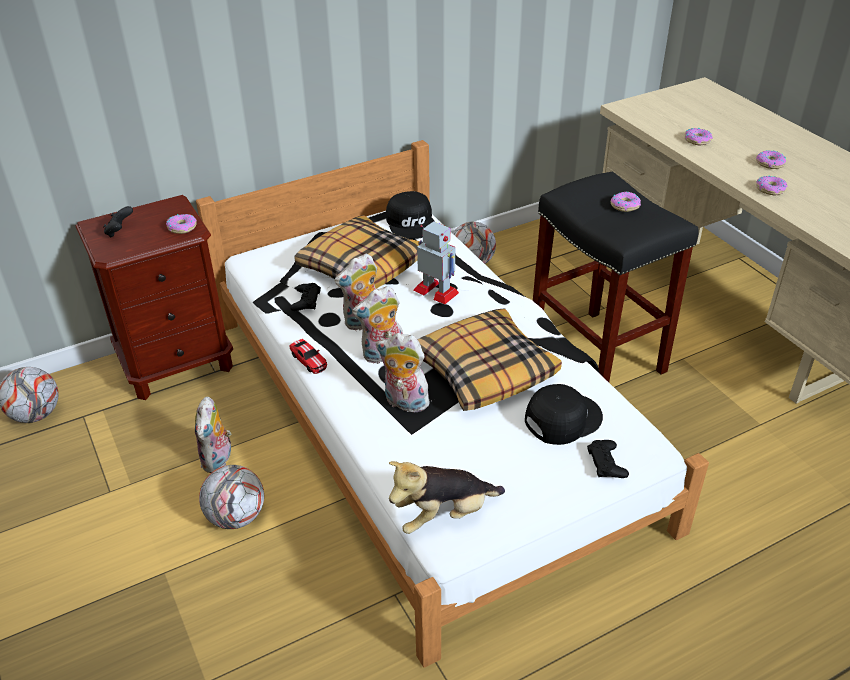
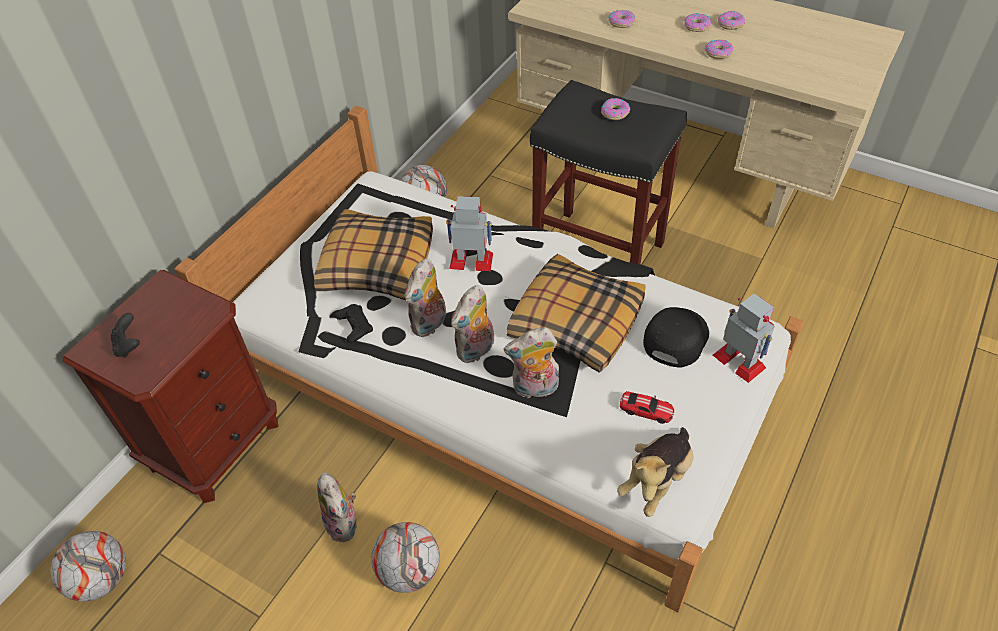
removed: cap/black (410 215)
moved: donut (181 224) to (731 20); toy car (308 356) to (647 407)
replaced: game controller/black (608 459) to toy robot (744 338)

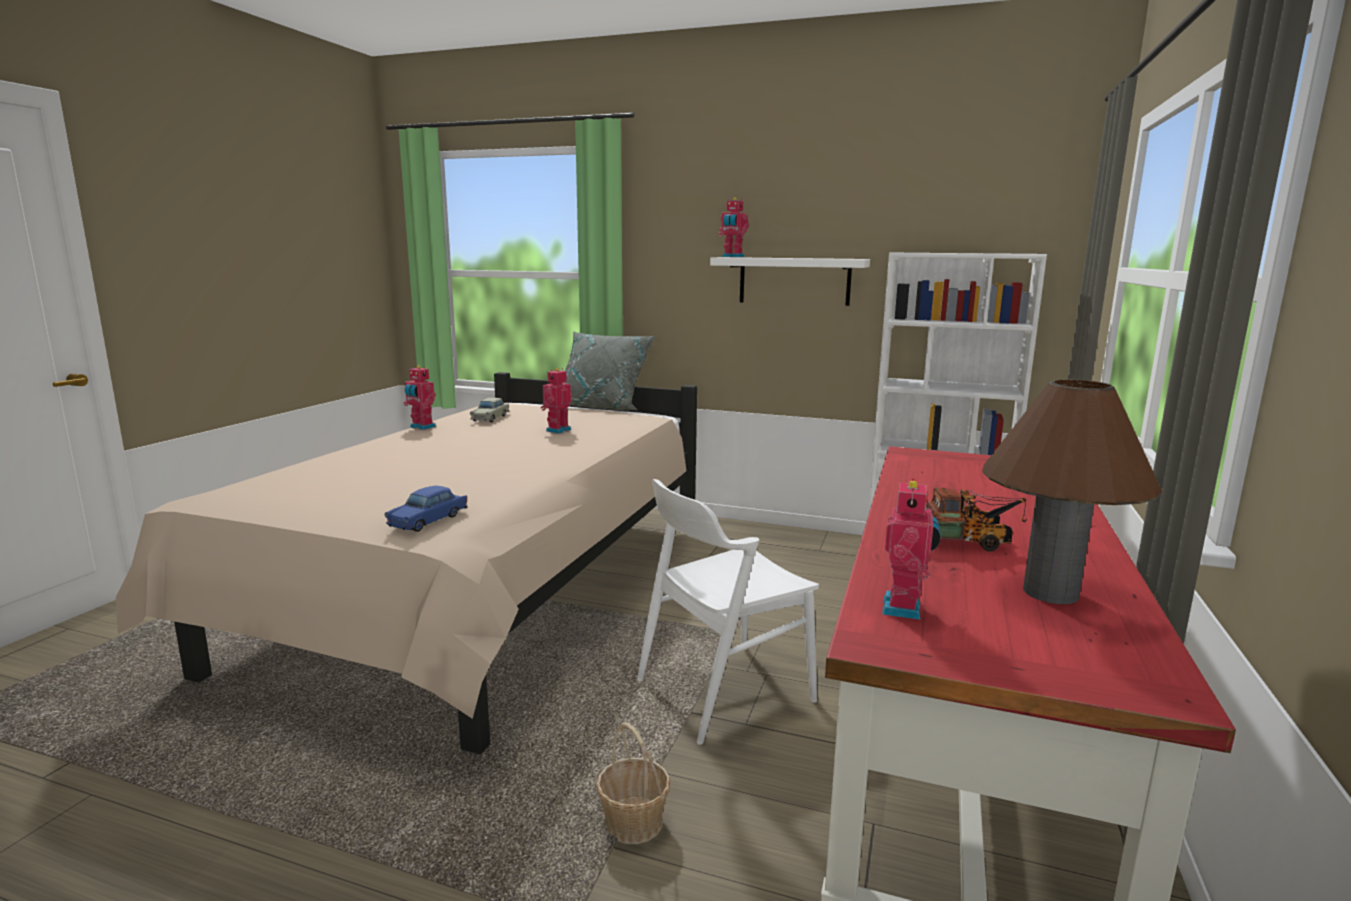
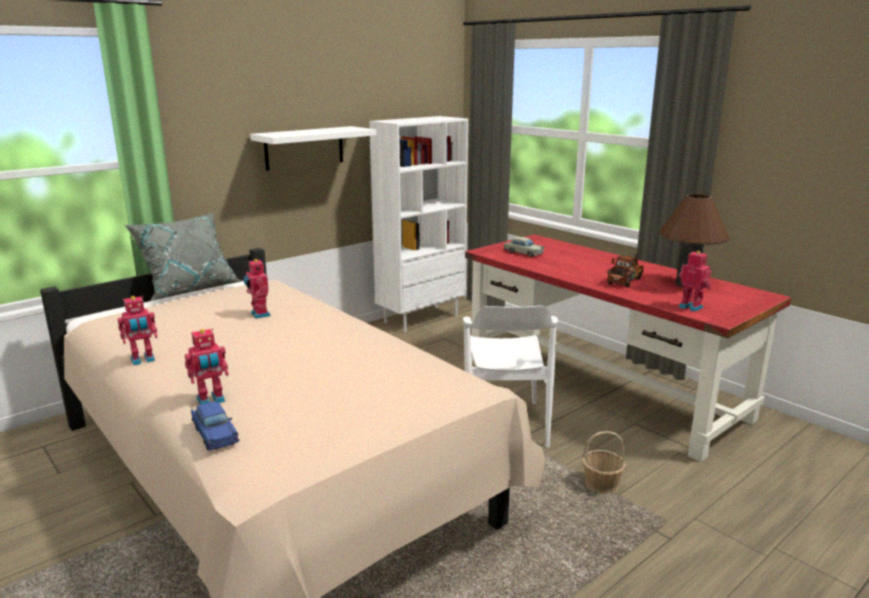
moved: toy car/blue (426 509) to (215 425); toy car/beige (489 410) to (524 247); toy robot (734 227) to (207 366)

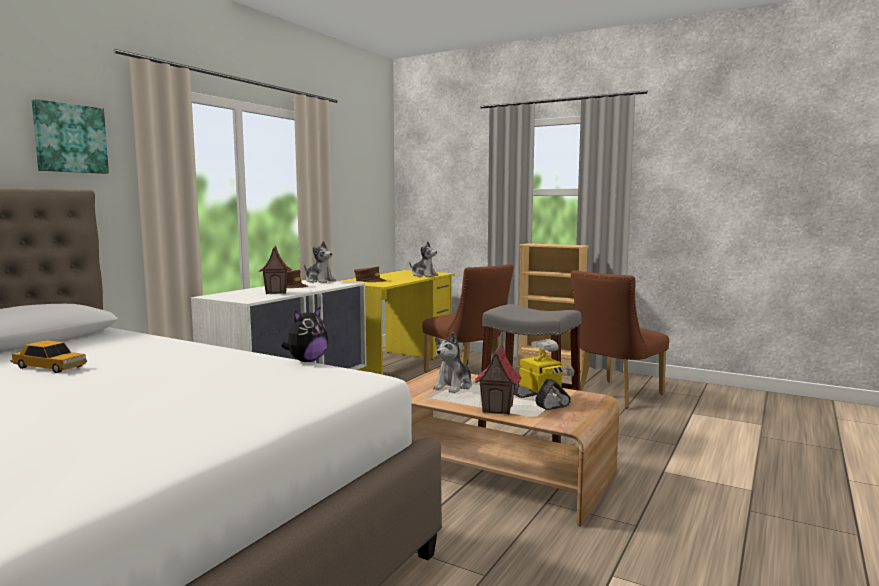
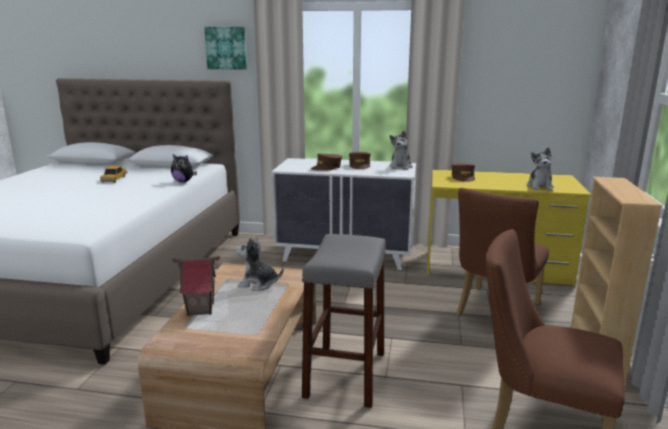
removed: toy robot (544 374)
moved: plush toy (304 334) to (184 168)
replaced: toy house (275 269) to cap/brown (326 162)

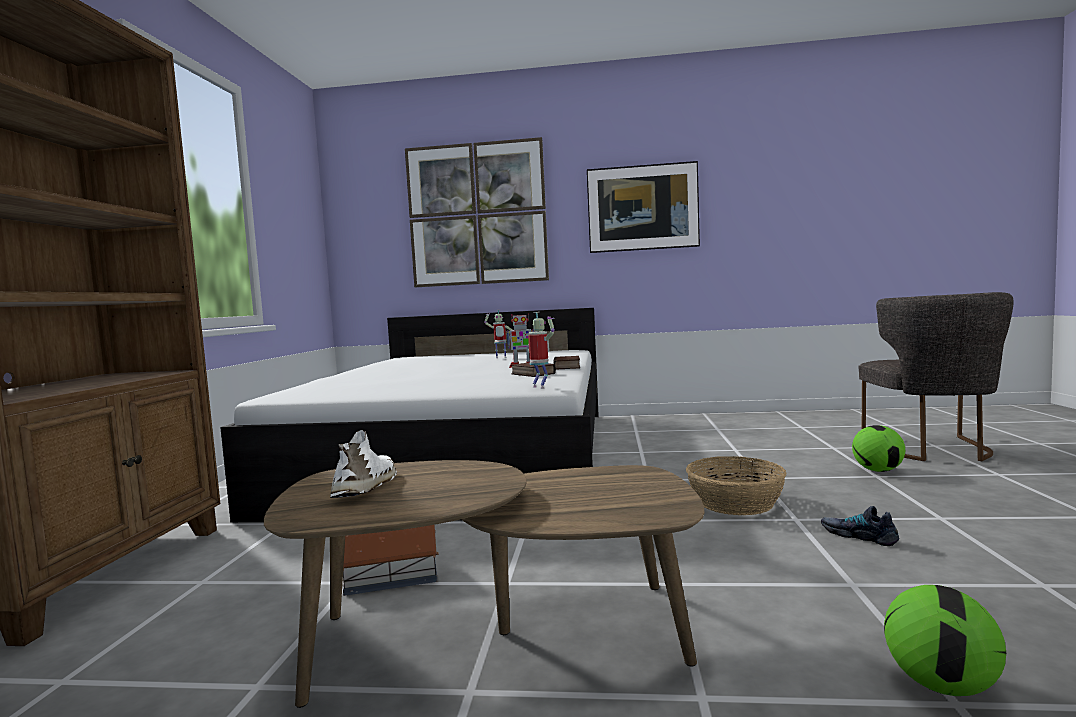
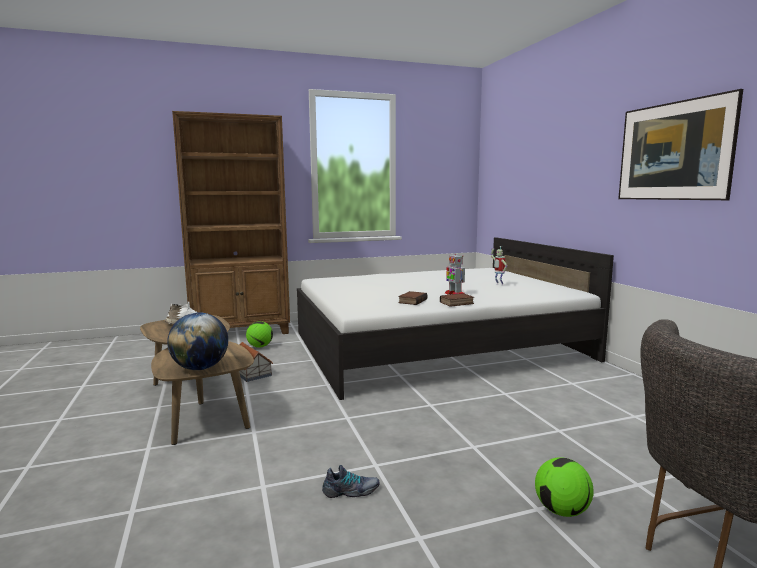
removed: picture (477 212); toy robot (541 350); basket (736 485)
added: globe (197 341)
moved: football (945 640) to (259 334)
turned: shoe (860 526) = (351 481) 60 degrees clockwise

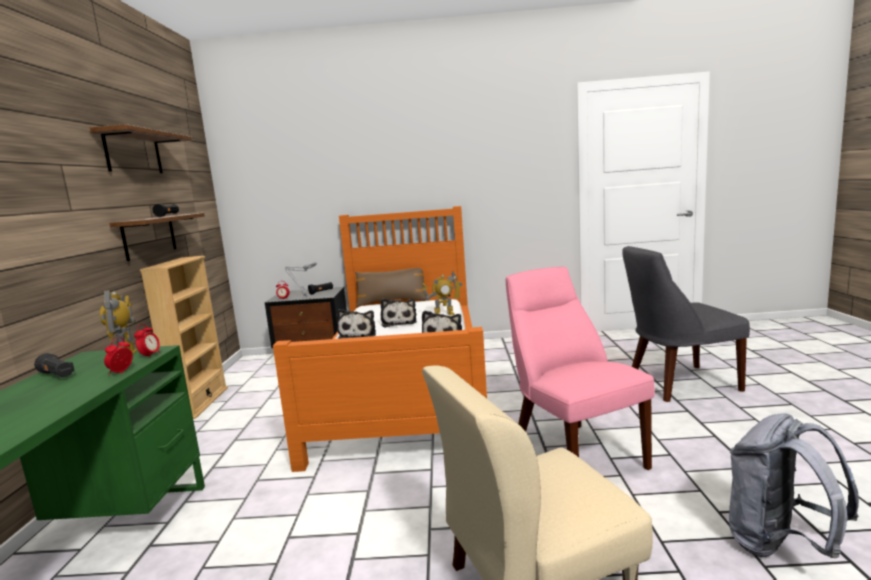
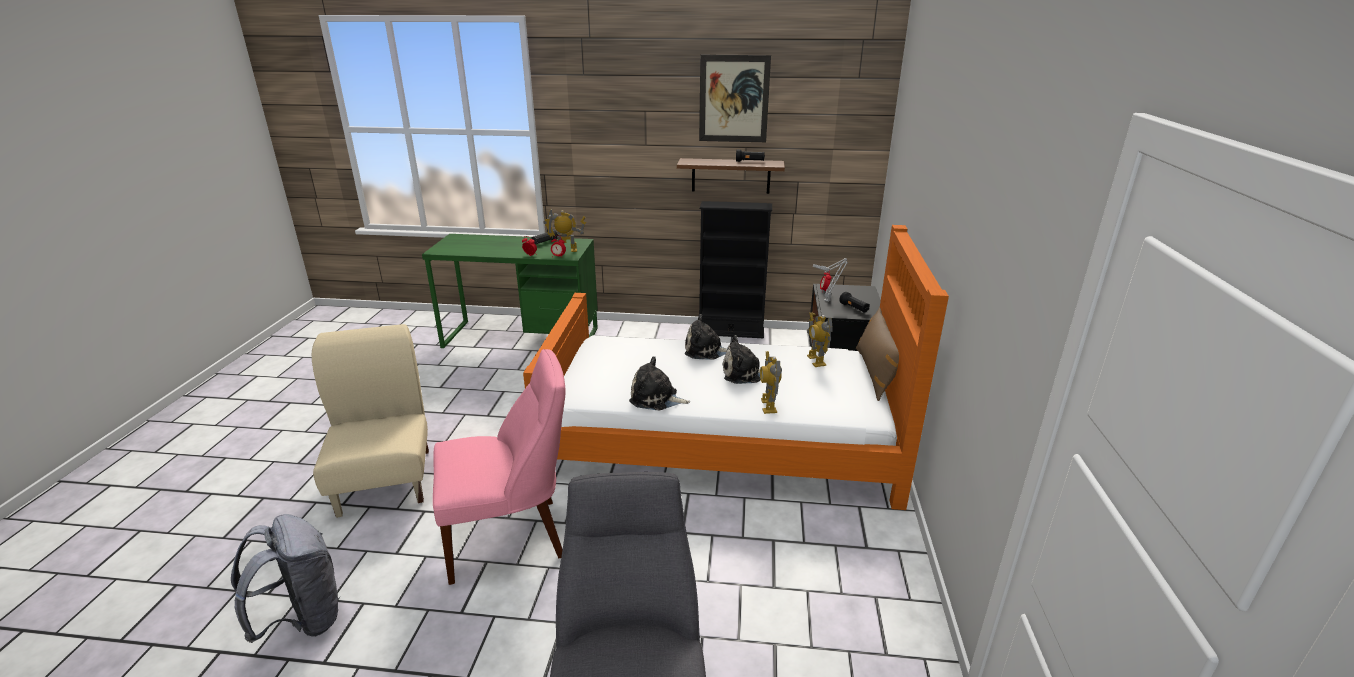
added: toy robot (820 339)
replaced: shelf (141 148) to picture (735 98)
recoloured: bookcase/beige (184 337) to bookcase/black (735 269)

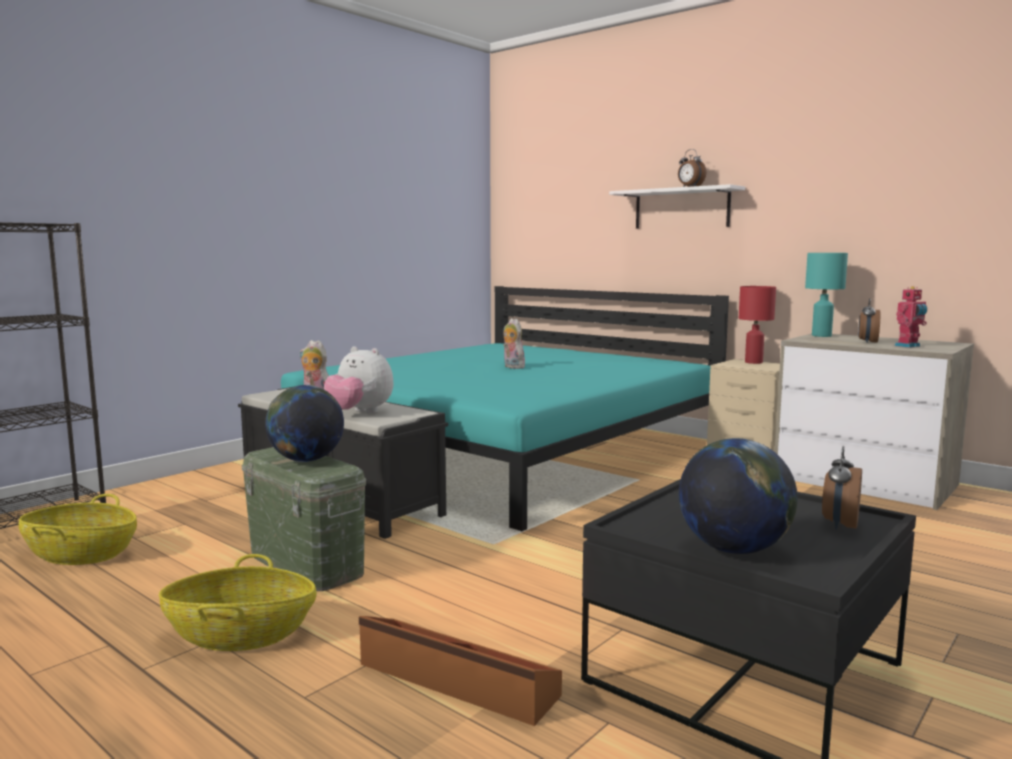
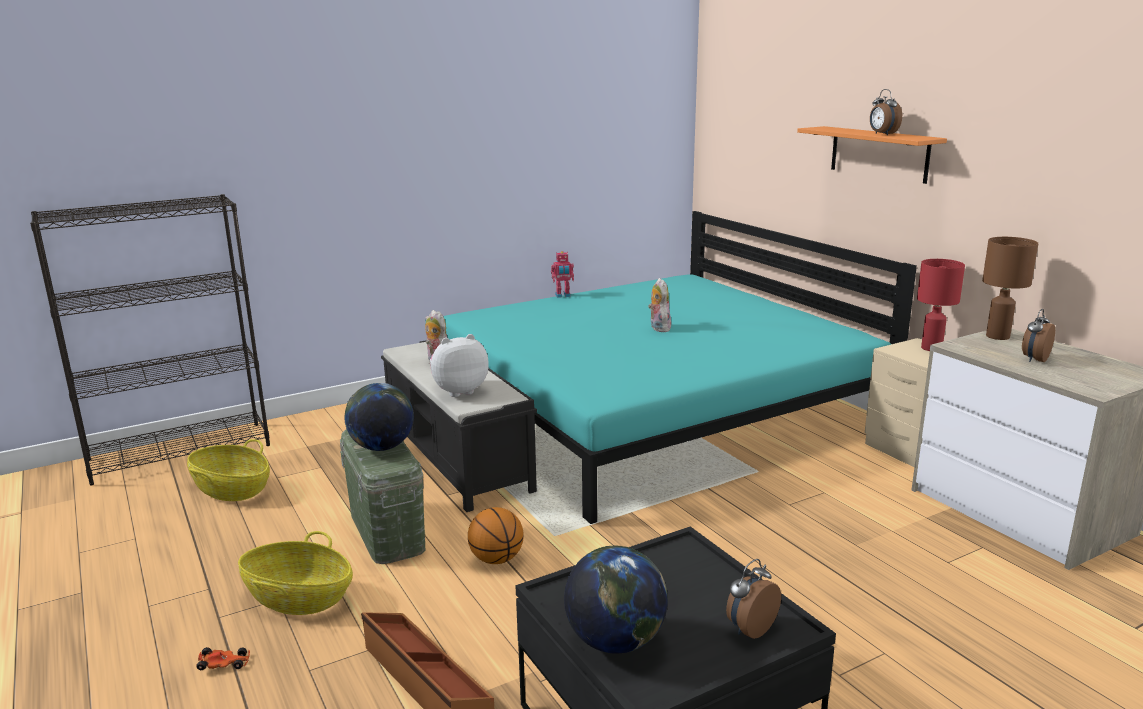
added: toy car (223 658); basketball (496 535)
moved: toy robot (911 317) to (562 274)
recoloured: shelf/white (677 206) to shelf/orange (872 155); table lamp/turquoise (826 295) to table lamp/brown (1010 288)
turned: plush toy (359 379) = (459 365) 105 degrees clockwise

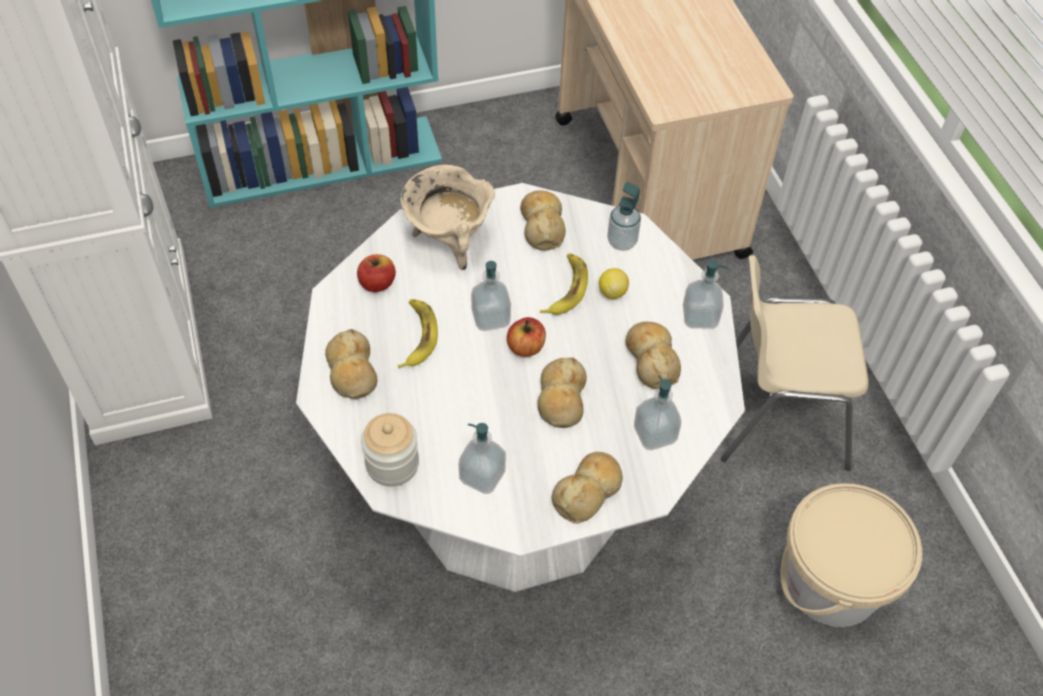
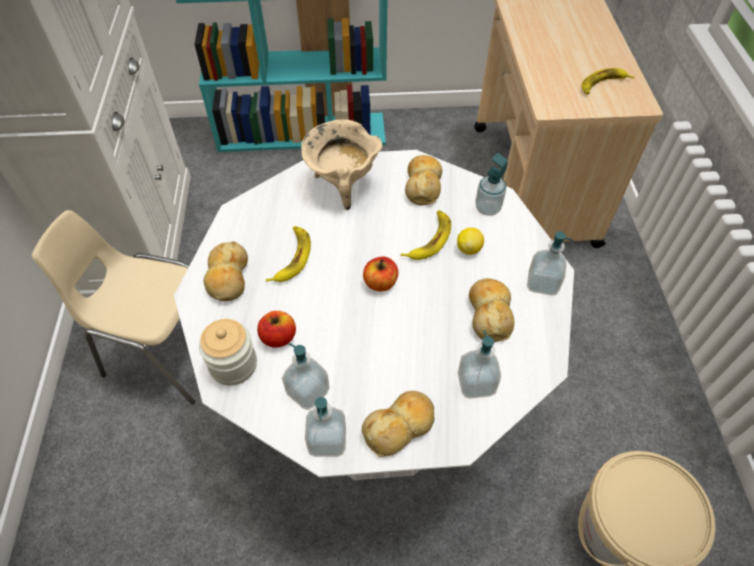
removed: bread (562 392)
added: banana (607 81)
moved: apple (376 273) to (276 329); soap dispenser (491 296) to (325 427); chair/beige (794 363) to (113 307)

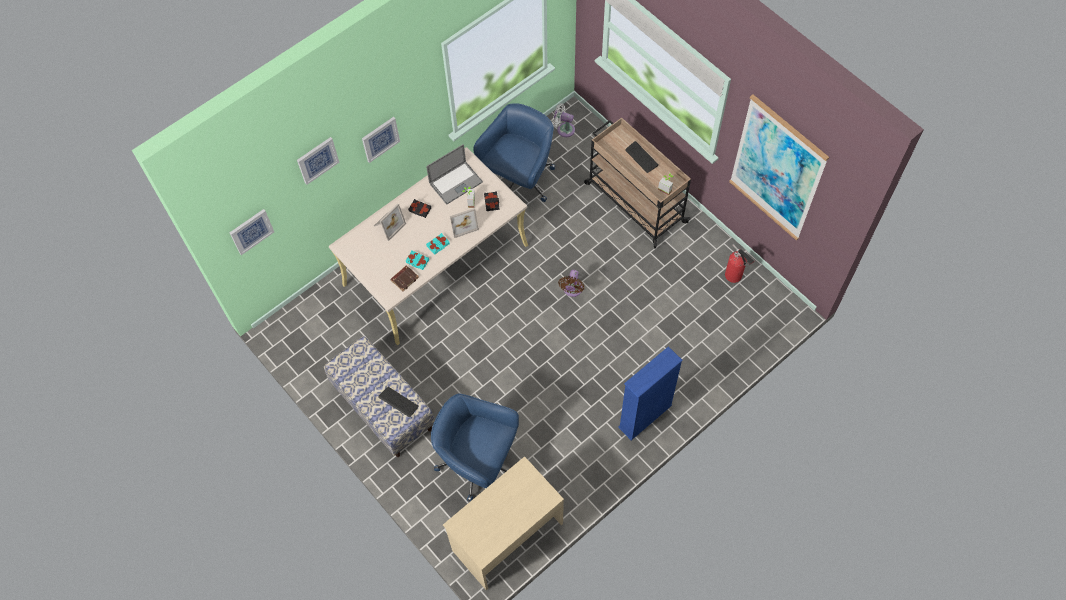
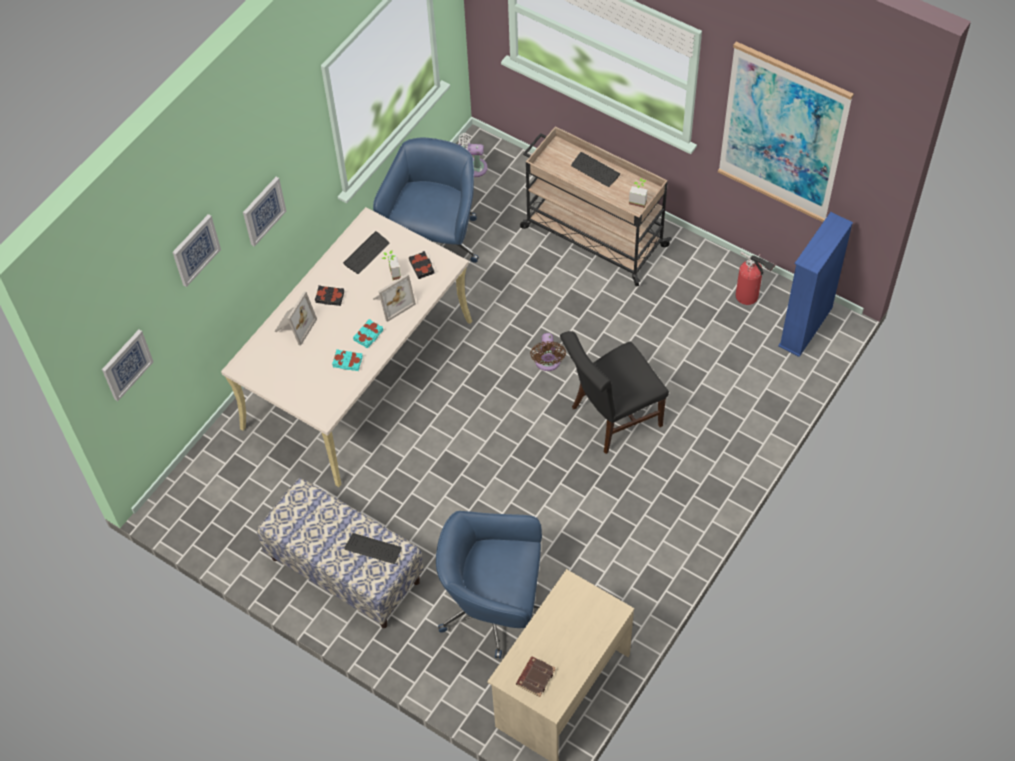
added: chair/black (614 392)
moved: book/brown (404 278) to (535 676); bookcase/blue (650 393) to (815 284)
replaced: laptop (454 174) to keyboard (366 252)

